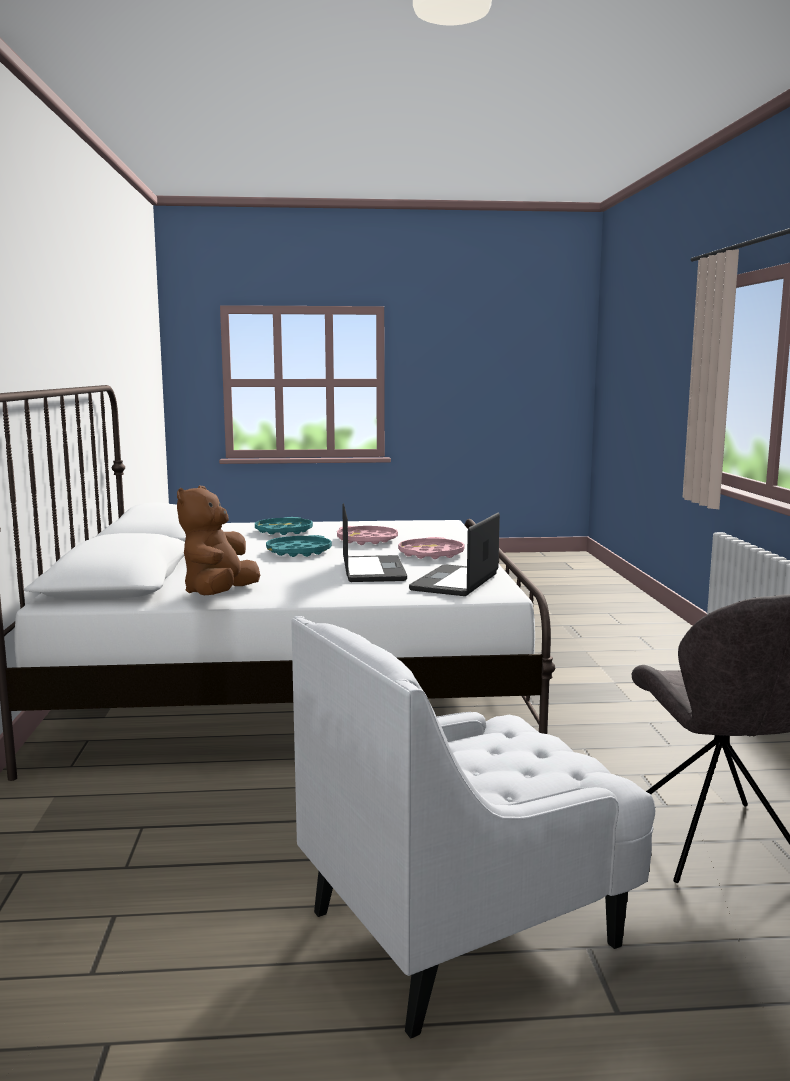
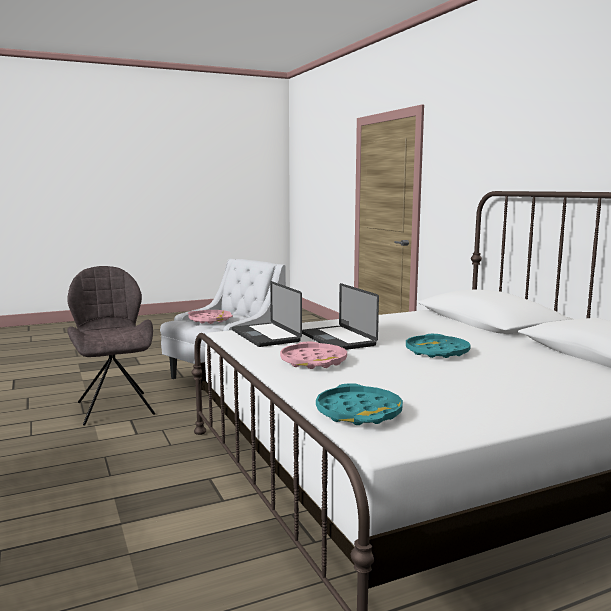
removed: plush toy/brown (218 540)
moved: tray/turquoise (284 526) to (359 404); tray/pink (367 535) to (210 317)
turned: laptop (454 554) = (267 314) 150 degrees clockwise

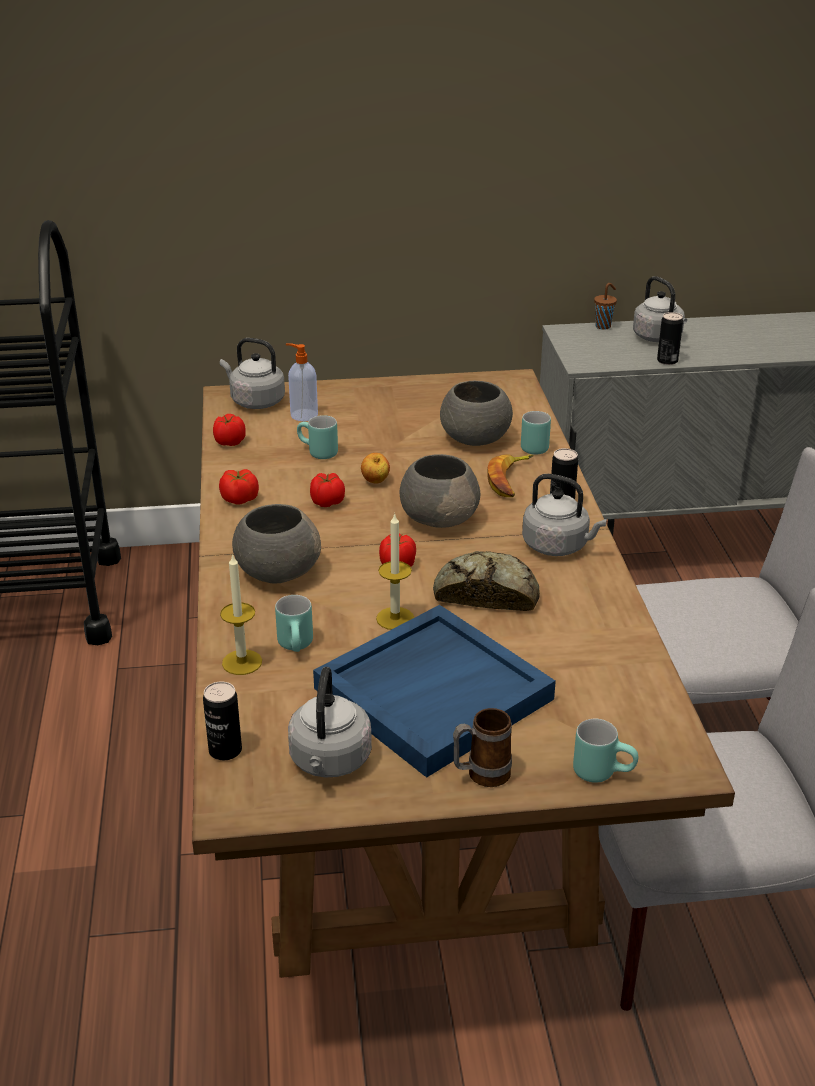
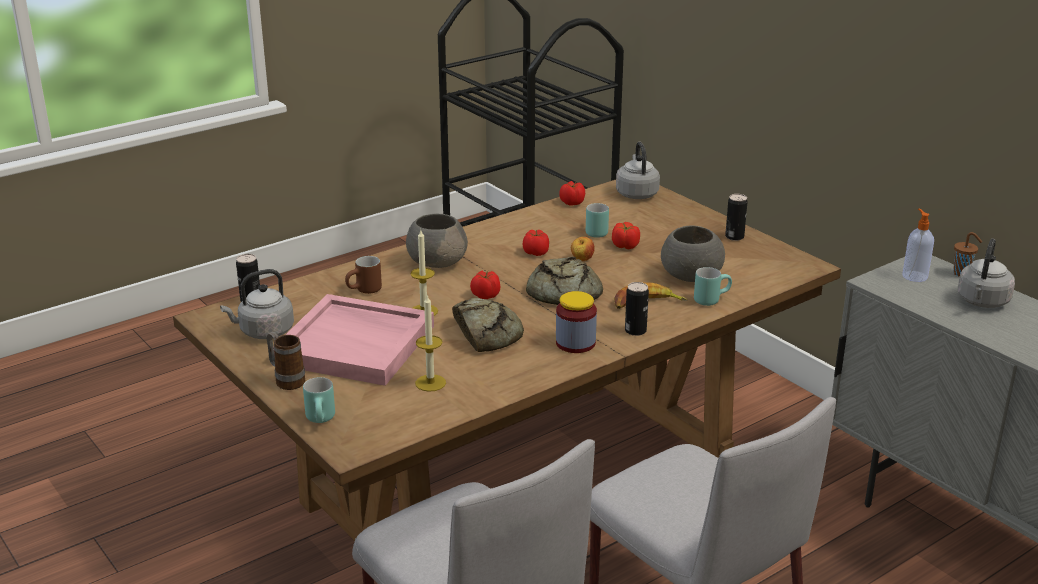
moved: tomato (239 487) to (626 235); candle (241 614) to (430 344); soap dispenser (302 382) to (918 245); can (670 338) to (736 217)
replaced: bowl/grey (439 491) to bread (564 281); kettle/grey (564 515) to jar (576 322)
recoloured: mug/turquoise (294 623) to mug/brown (363 275); tray/blue (434 691) to tray/pink (353 340)

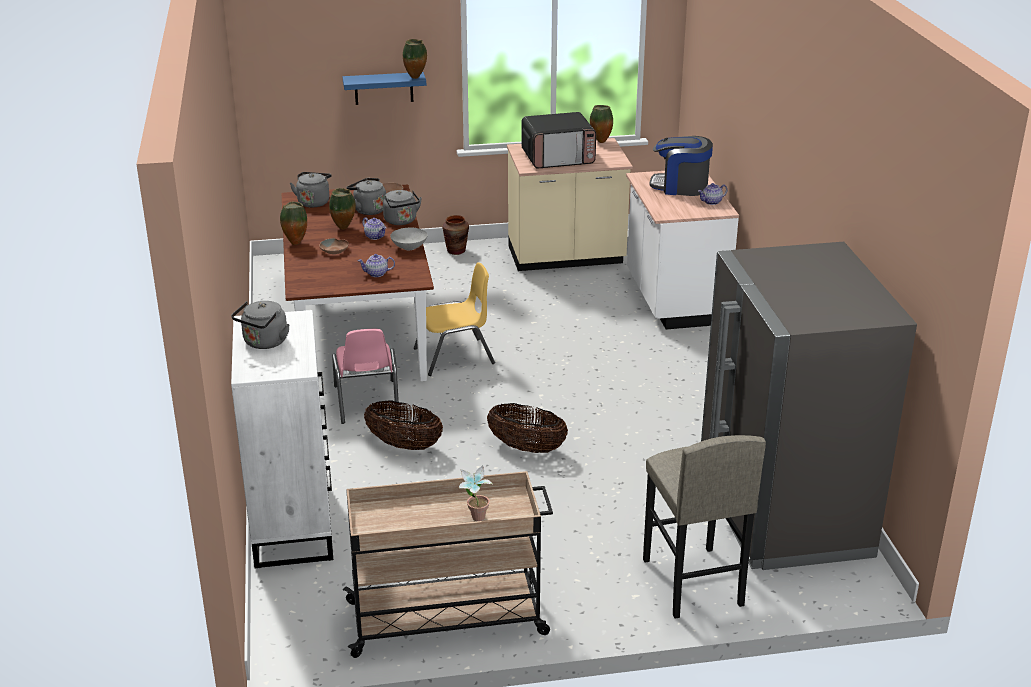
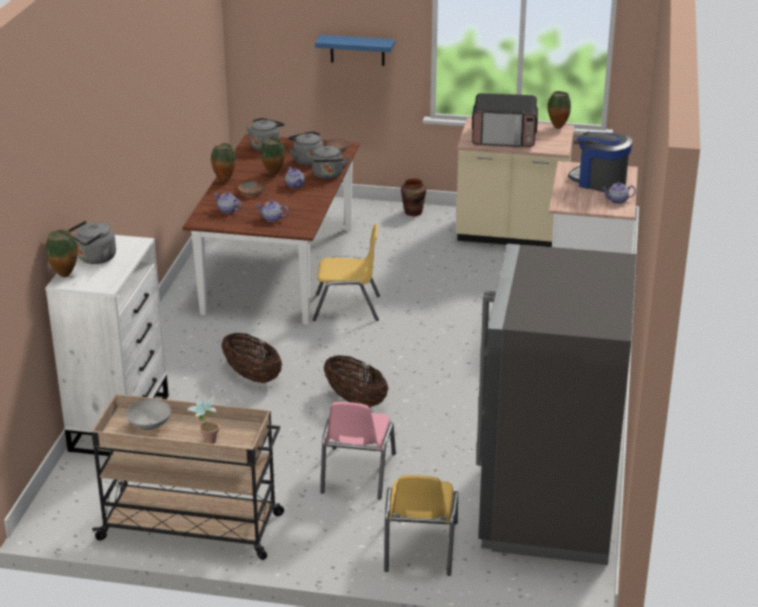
added: teapot (227 203)
moved: chair/pink (365 376) to (358 451); bowl/grey (409 239) to (148 415); vase (415 59) to (62 253)
replaced: stool/grey (704 526) to chair/yellow (421 525)

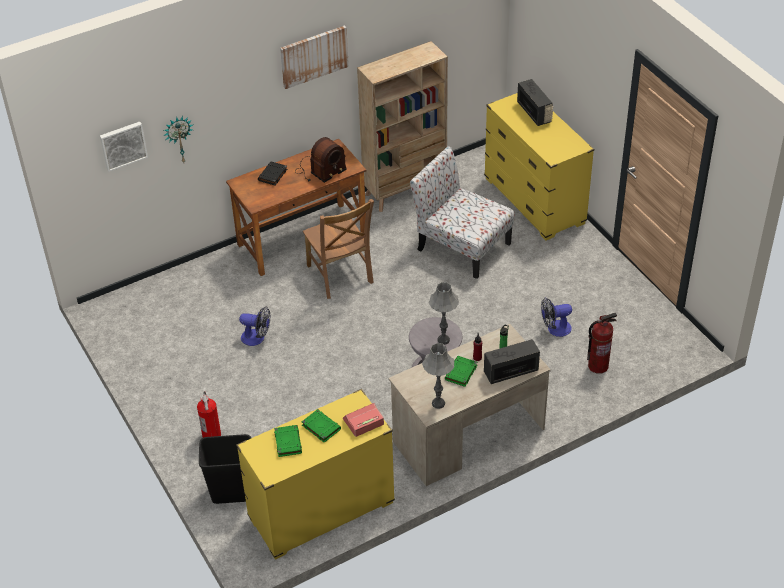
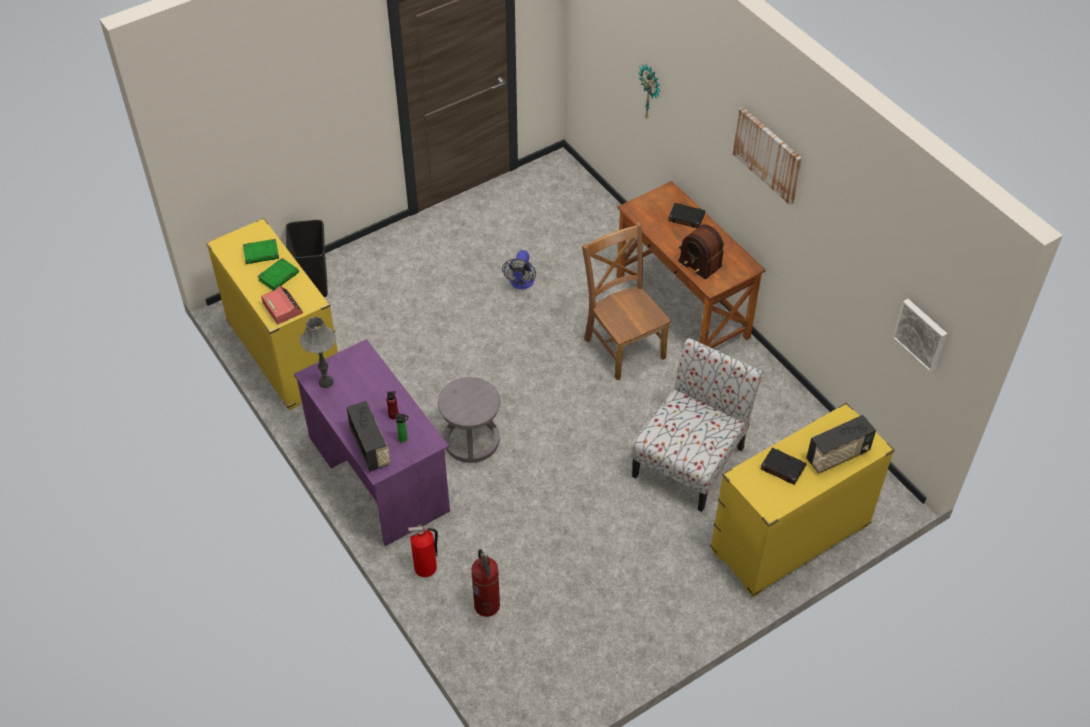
removed: bookcase/beige (402 126); table lamp/grey (444 313); book/green (461 371); fan (556 317)
added: book/black (783 466)
moved: picture (124 147) to (919 336); fire extinguisher (209 415) to (422 551)
recoloured: desk/beige (470 405) to desk/purple (372 442)
turned: chair/brown (338 249) = (626 301) 90 degrees clockwise

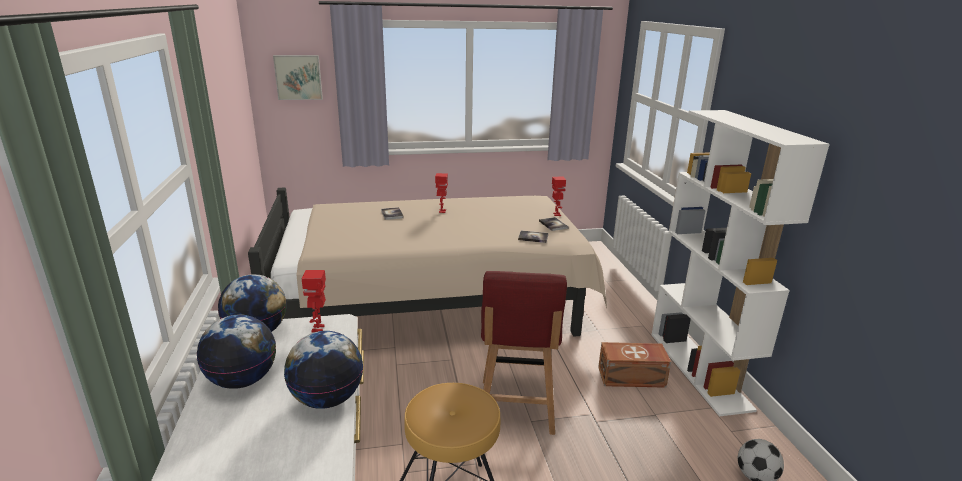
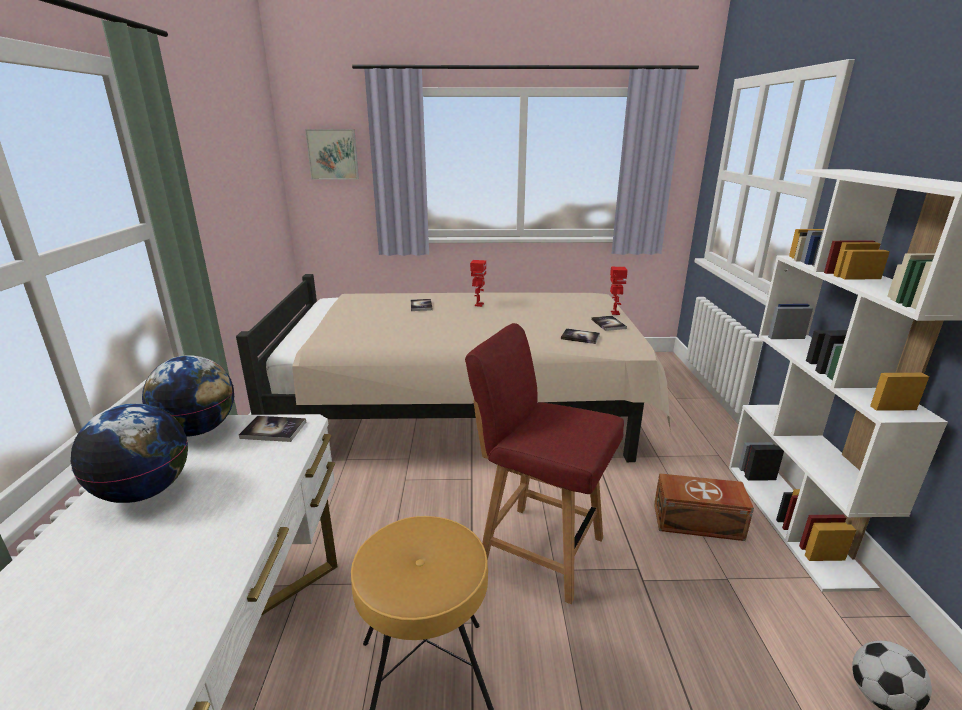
removed: globe (323 370)
replaced: toy robot (314 301) to book (272 429)
turned: chair/red (524 353) = (544 463) 105 degrees clockwise

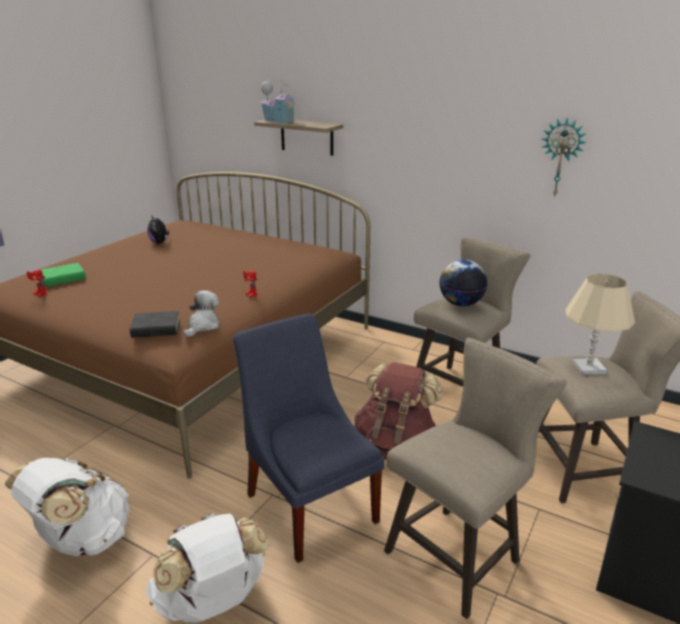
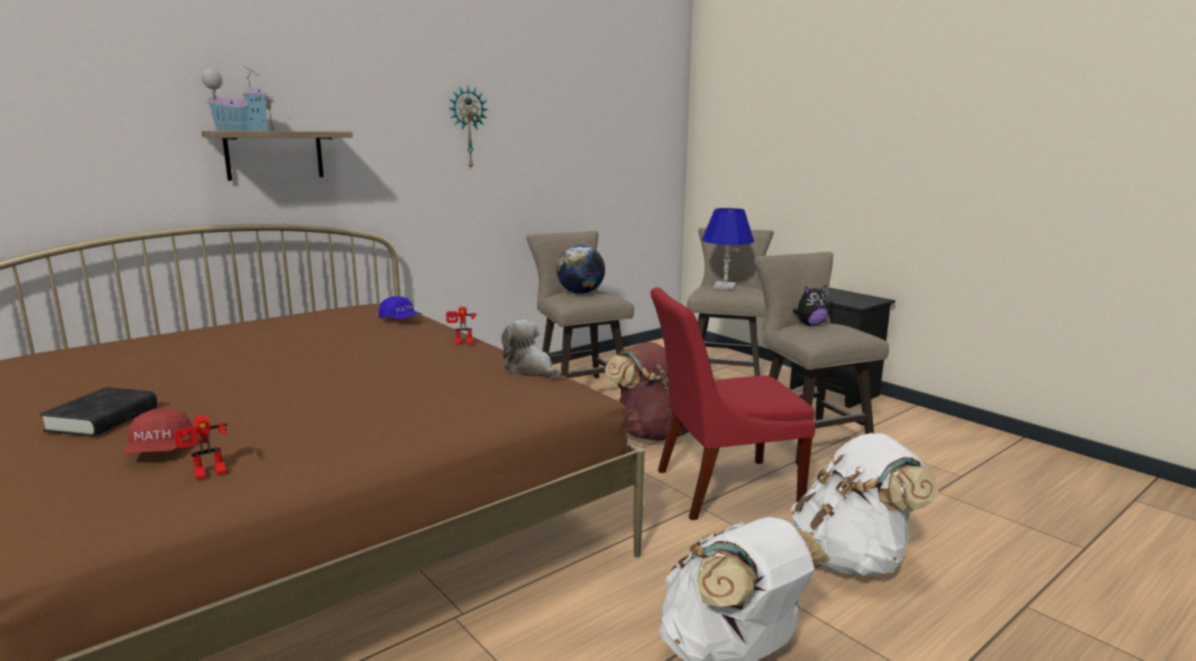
added: cap/blue (400 307)
moved: book/black (155 324) to (98 412); plush toy (158 229) to (811 305); wall clock (564 158) to (468 127)
replaced: book/green (63 275) to cap/red (158 431)
recoloured: chair/blue (308 438) to chair/red (733 403); table lamp/beige (600 324) to table lamp/blue (728 249)

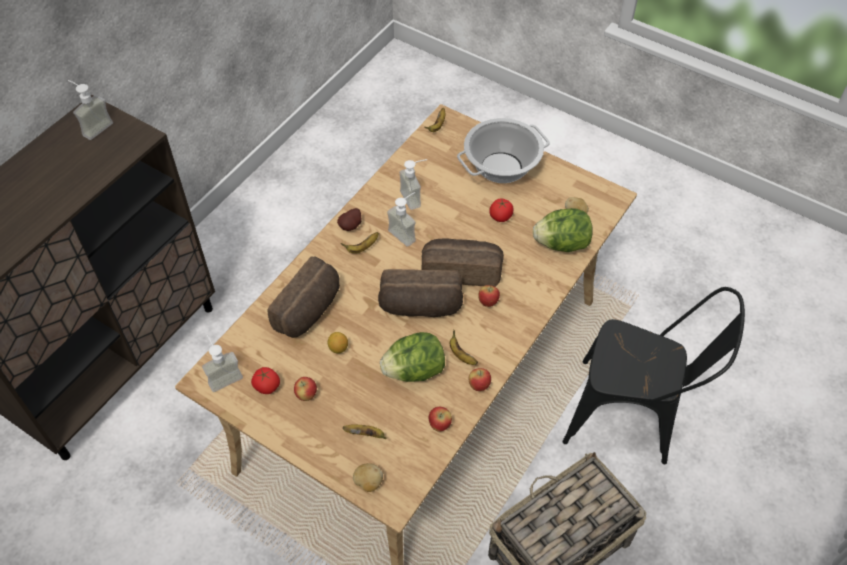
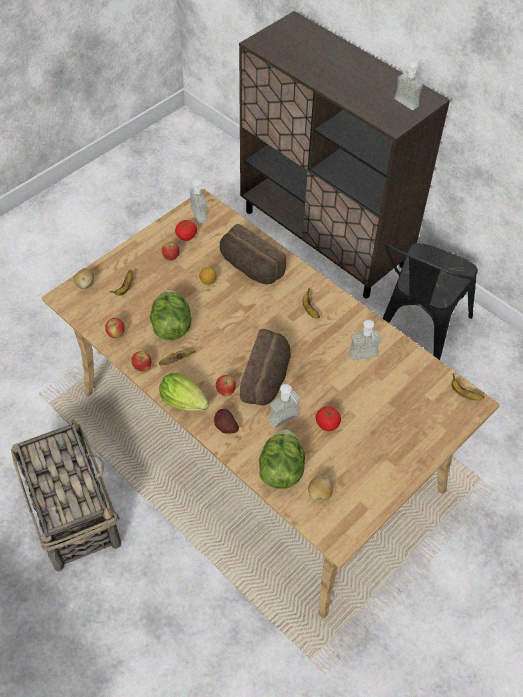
removed: bread (420 293); cooking pot (503 150)
added: lettuce (184 392)
moved: potato (349 219) to (226 421); soap dispenser (401 219) to (285 406); chair/black (653 376) to (430 301)

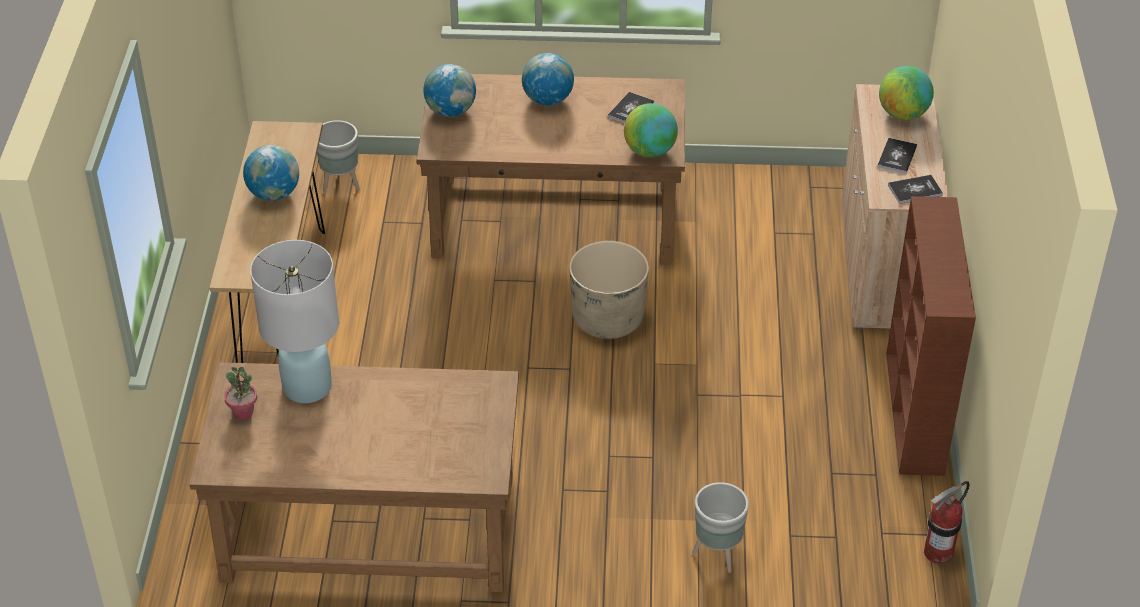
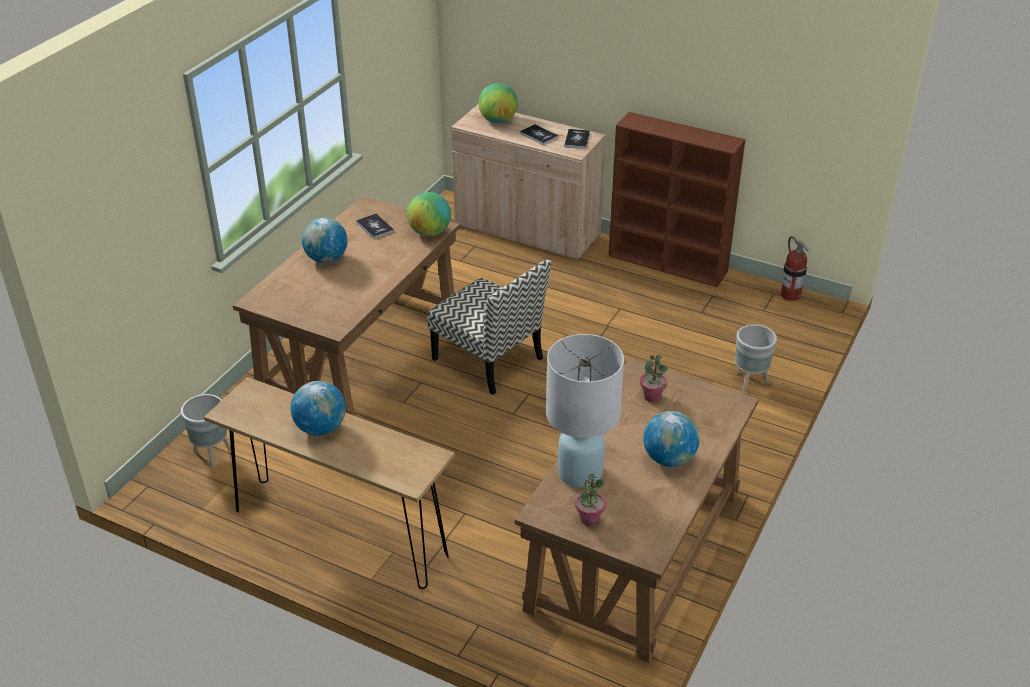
added: potted plant (654 378)
moved: globe (449 90) to (671 439)
replaced: planter/beige (609 290) to chair (489 327)

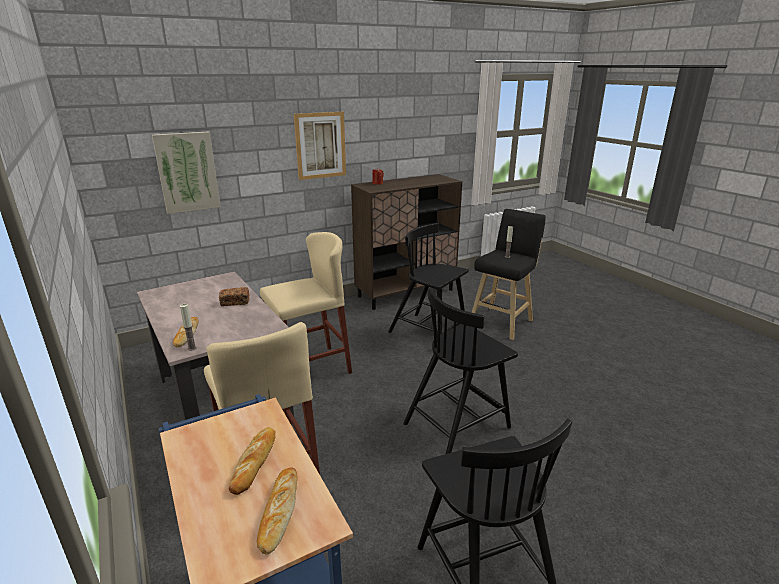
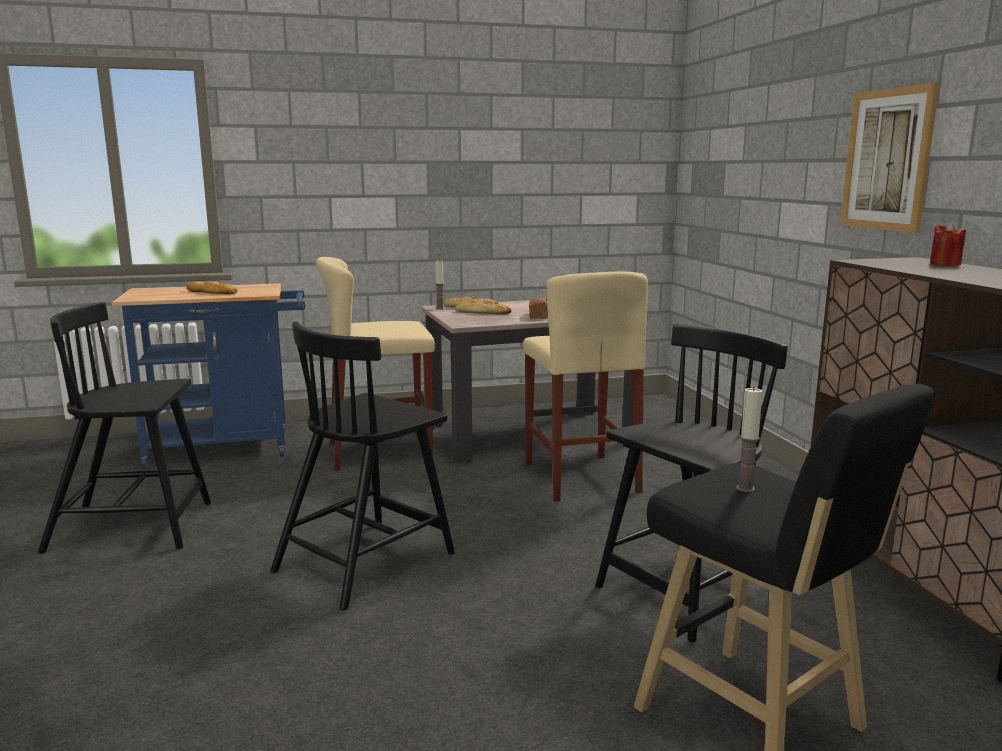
removed: picture (186 172)
moved: bread (277 511) to (483 308)
turned: chair/black (460 371) = (362 465) 120 degrees counterclockwise

